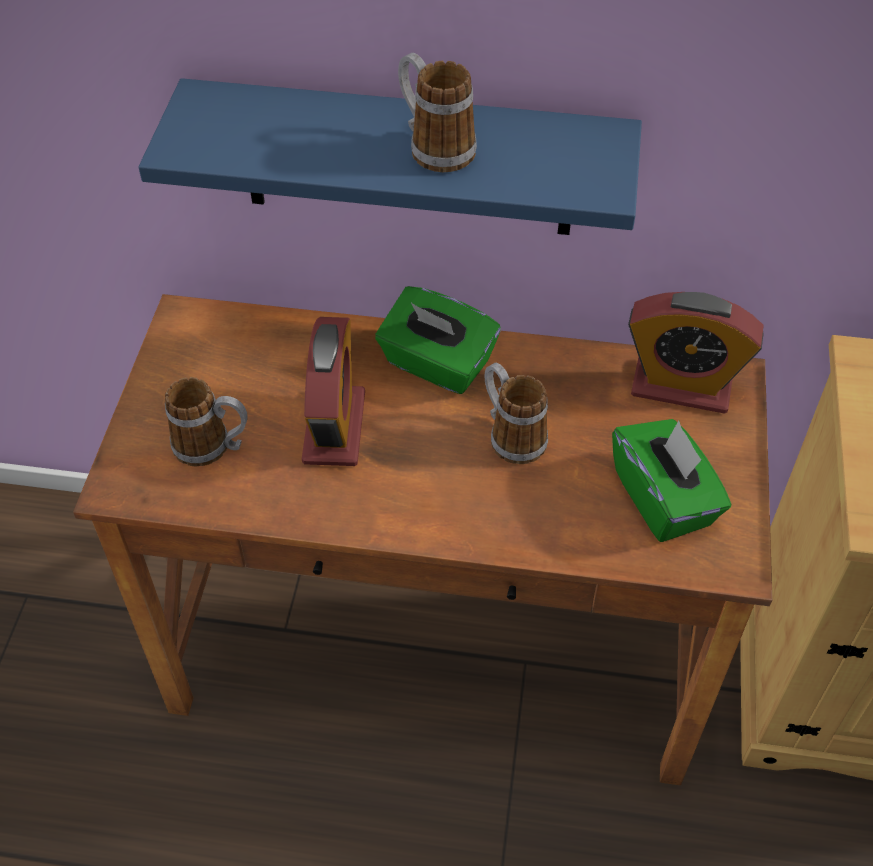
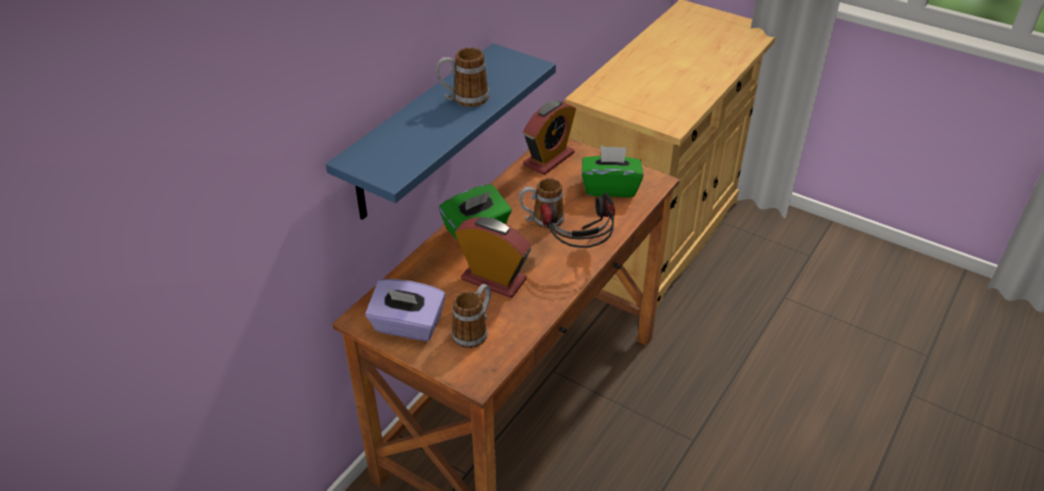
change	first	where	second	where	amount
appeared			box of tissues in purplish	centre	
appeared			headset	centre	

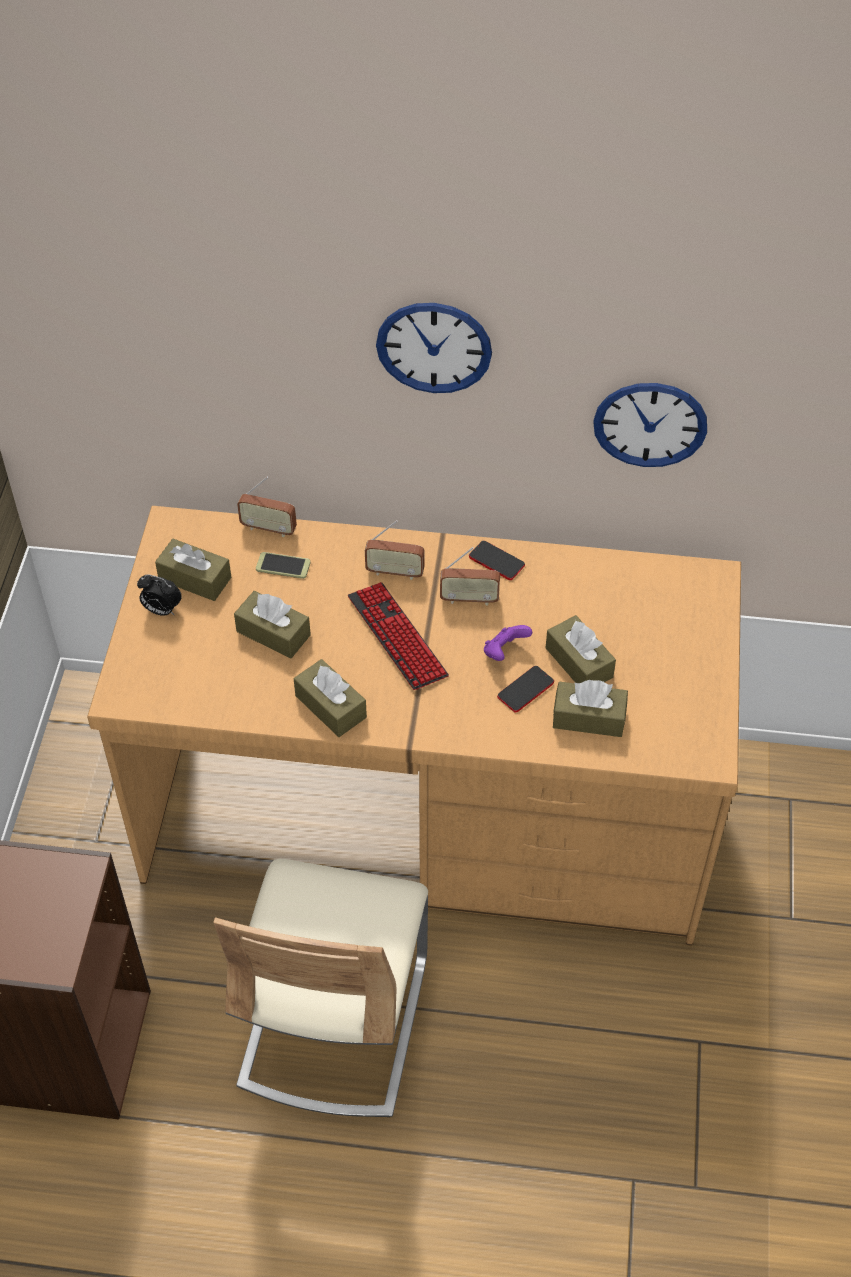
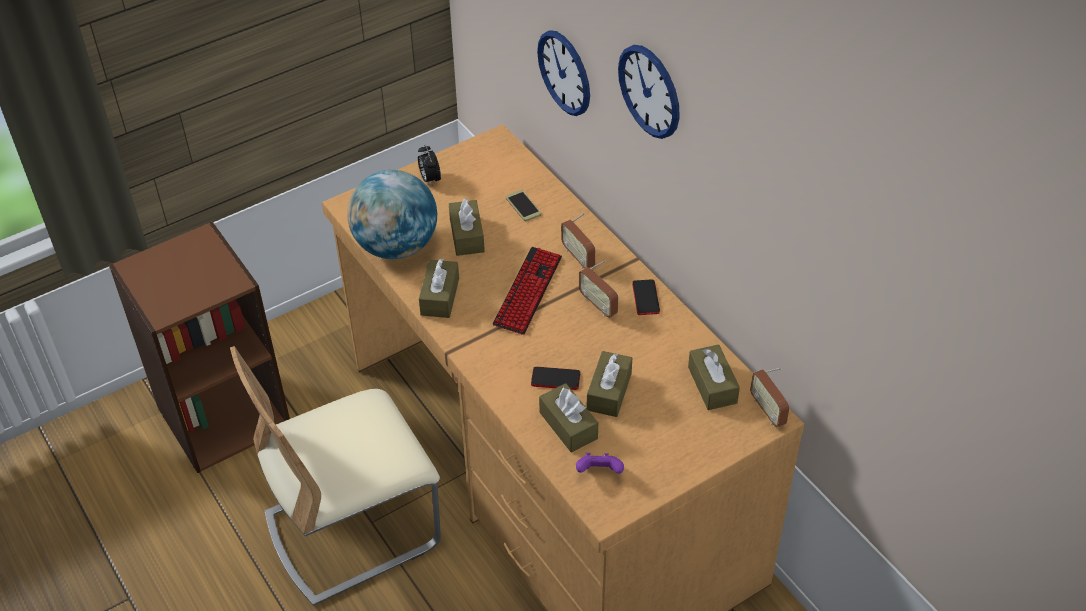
change	first	where	second	where	amount
relocated	box of tissues in brown-coloured (no. 1 from left in the first image)	middle left	box of tissues in brown-coloured (no. 5 from left)	centre	
relocated	radio set (no. 1 from left in the first image)	middle left	radio set (no. 3 from left)	middle right	
relocated	game controller in purplish	centre		bottom centre	
relocated	hanging clock (no. 2 from left in the first image)	top right	hanging clock (no. 1 from left)	top centre	
appeared			globe	centre	

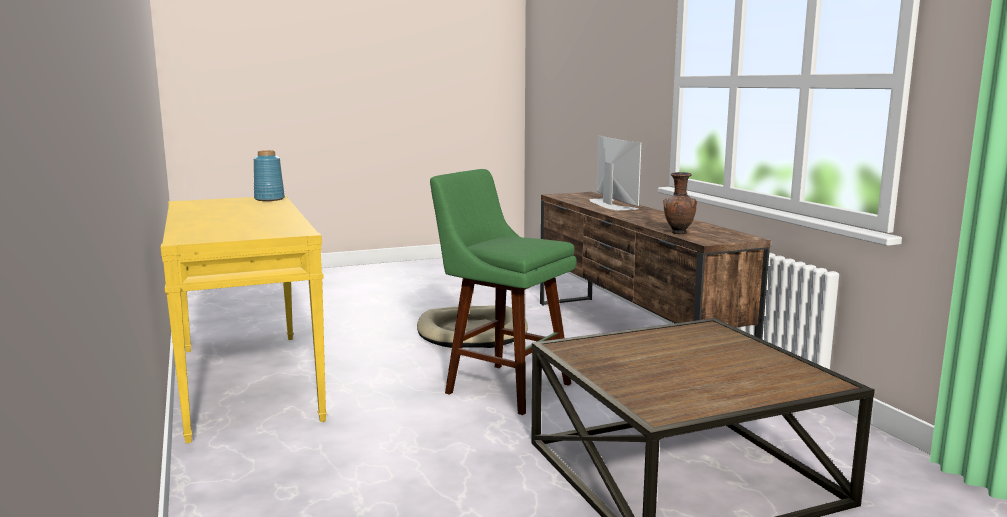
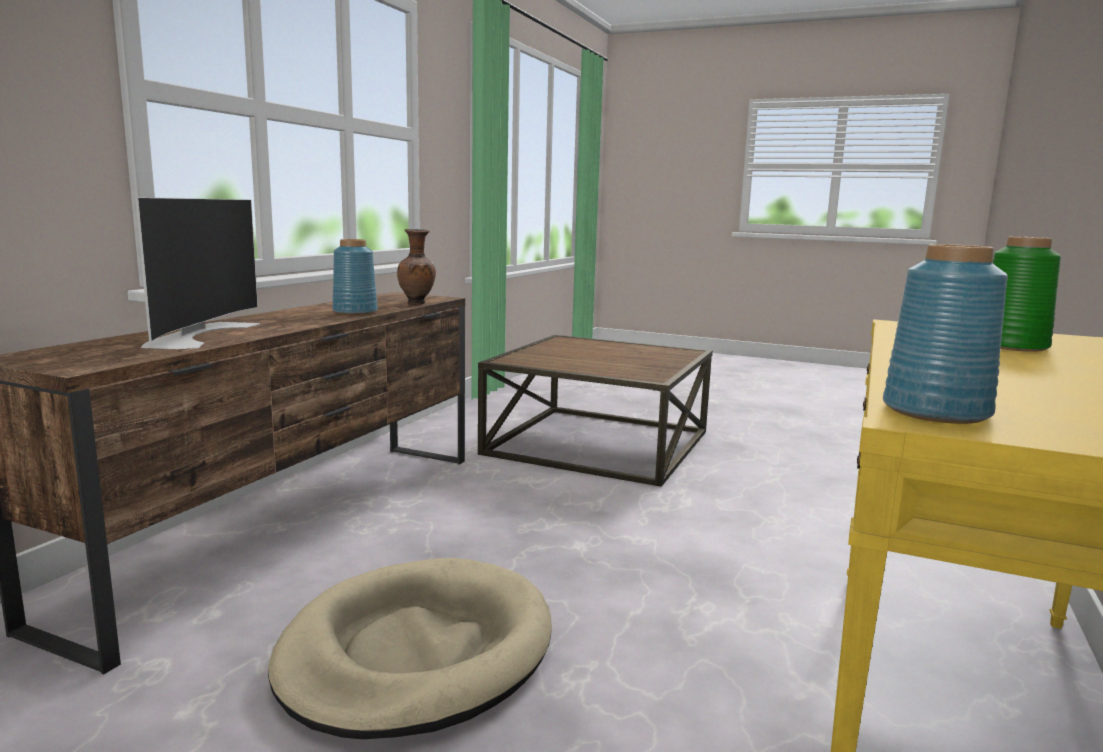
change	first	where	second	where	amount
missing	stool seat in green	centre			
spun	TV set	top centre		middle left	150 degrees clockwise
appeared			vase in blue-coloured (no. 1 from left)	middle left	
appeared			vase in green	middle right	

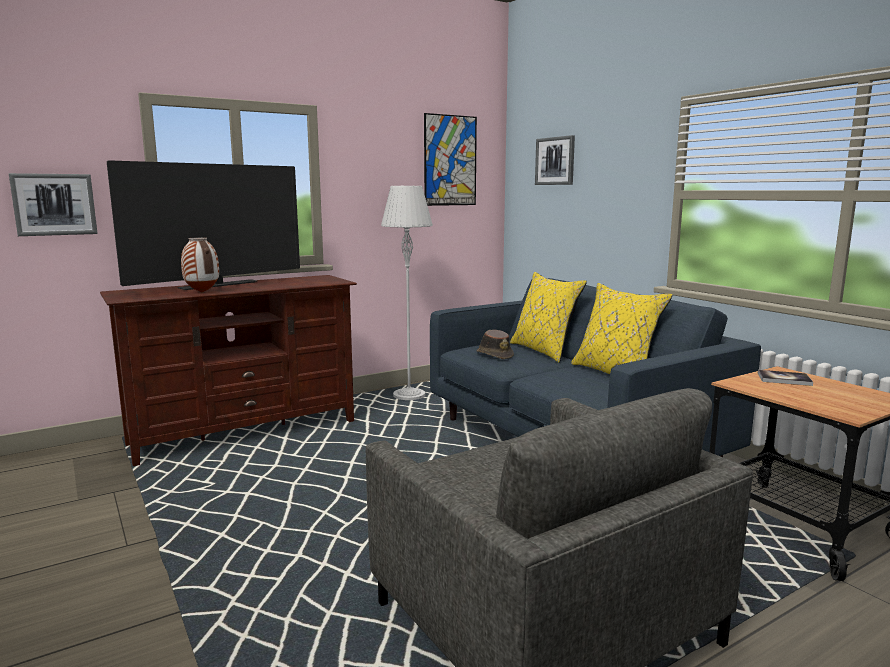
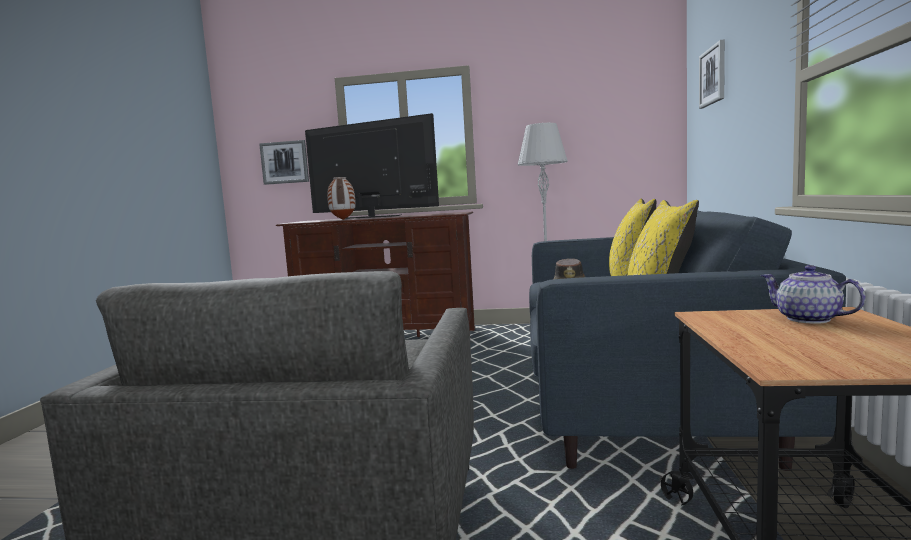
change	first	where	second	where	amount
spun	TV set	middle left		top centre	150 degrees counterclockwise
missing	wall picture (no. 2 from left)	top centre			
exchanged	book	middle right	teapot	middle right	

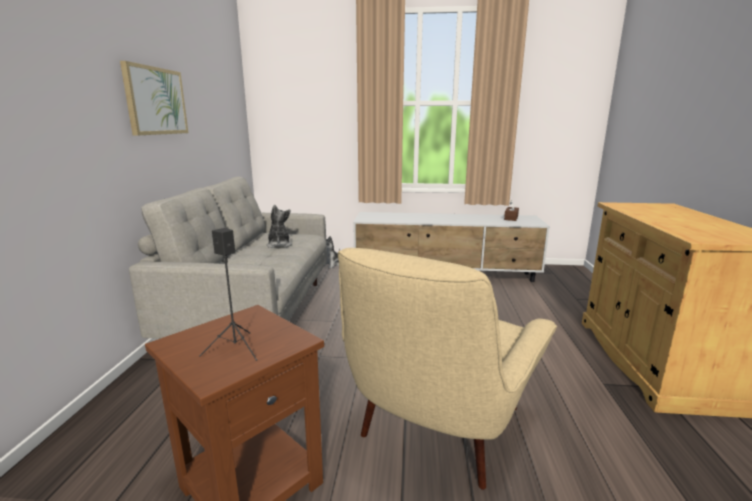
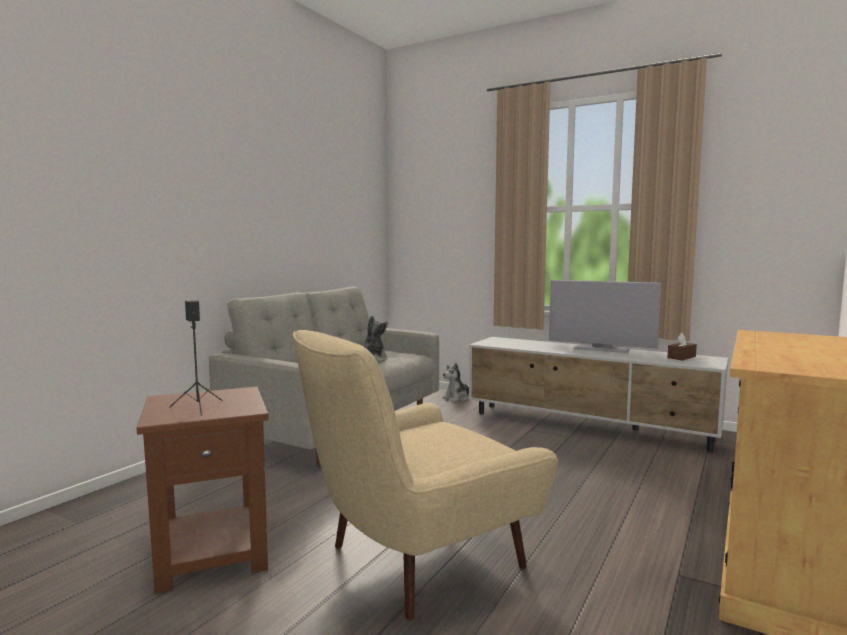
change	first	where	second	where	amount
missing	wall picture	top left			
appeared			TV set	middle right	

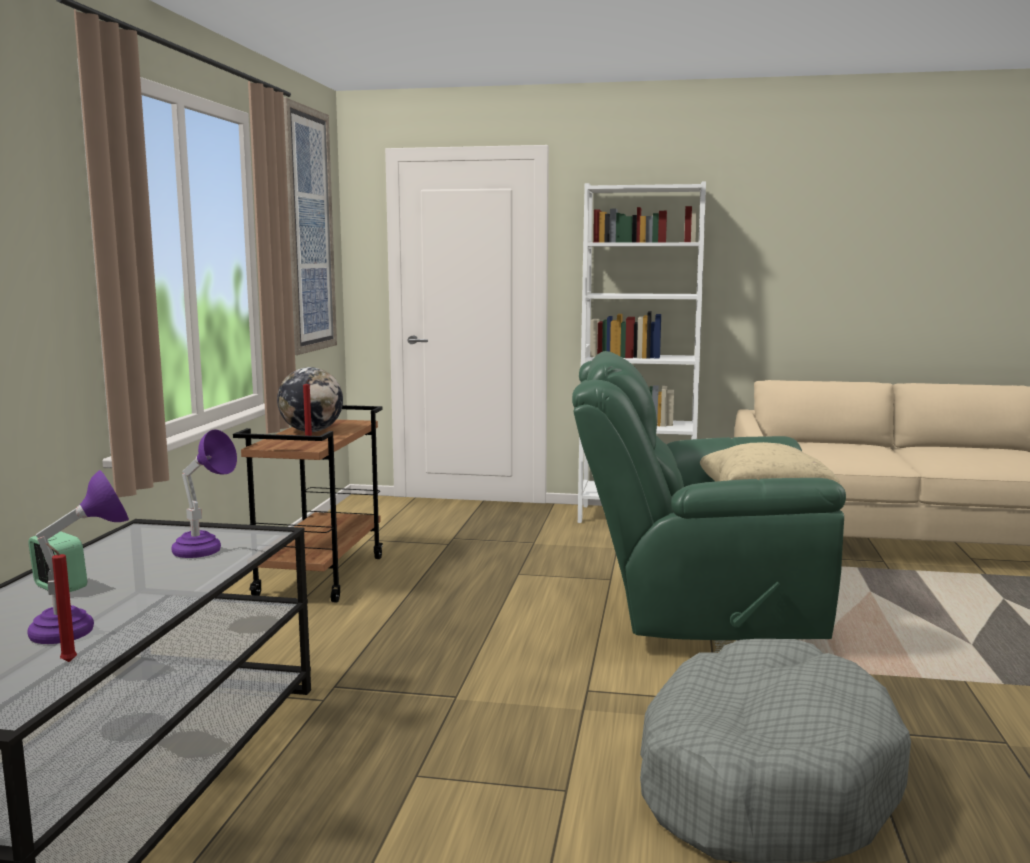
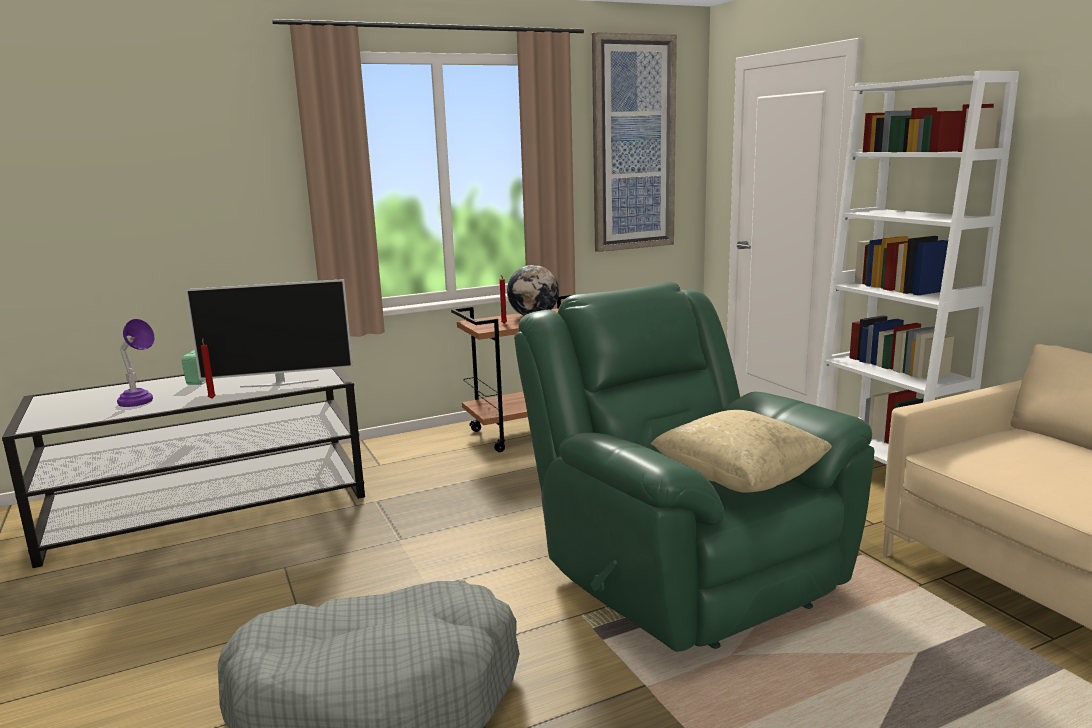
change	first	where	second	where	amount
relocated	wax light in reddish (no. 1 from left)	bottom left		middle left	
exchanged	lamp for a table in purplish (no. 2 from left)	middle left	TV set	middle left	

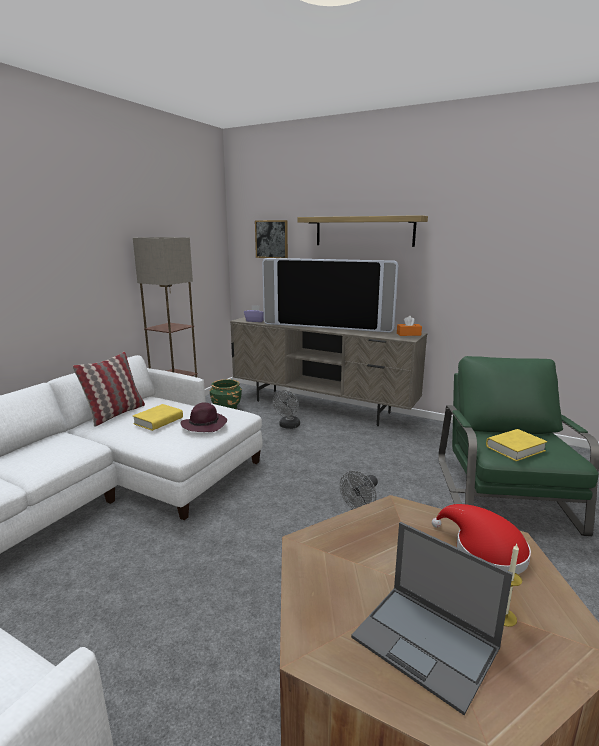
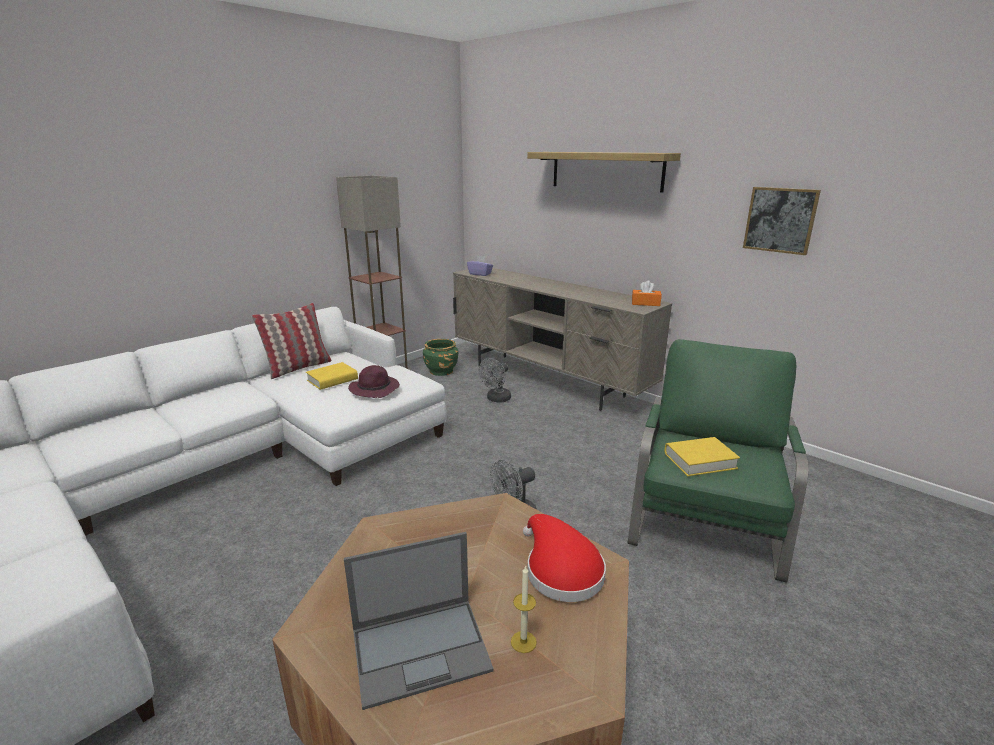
change	first	where	second	where	amount
relocated	wall picture	top centre		top right	
missing	TV set	centre			
spun	notebook computer	bottom right		bottom centre	75 degrees counterclockwise

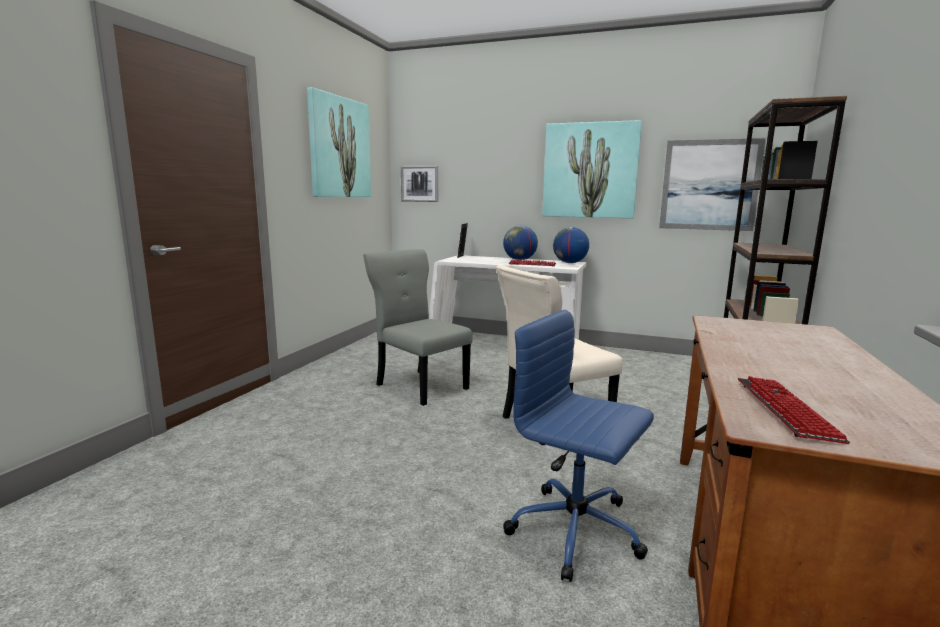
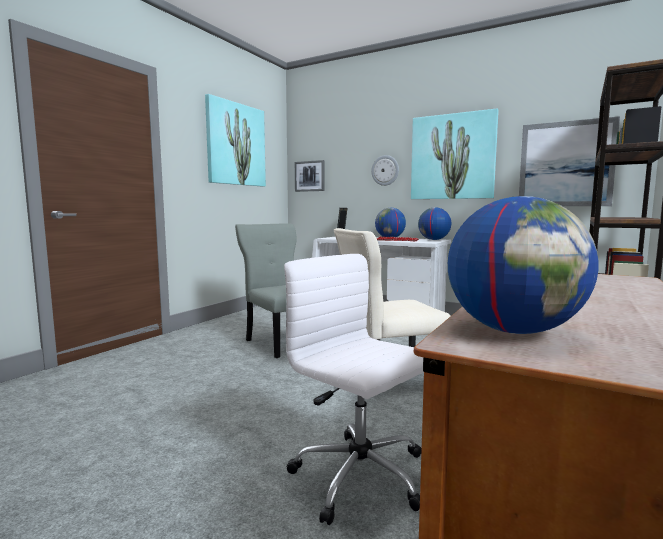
change	first	where	second	where	amount
colour	office chair in blue-coloured	bottom centre	office chair in whitish	bottom centre	
exchanged	PC keyboard (no. 2 from left)	middle right	globe (no. 3 from left)	middle right	
appeared			hanging clock	top centre	

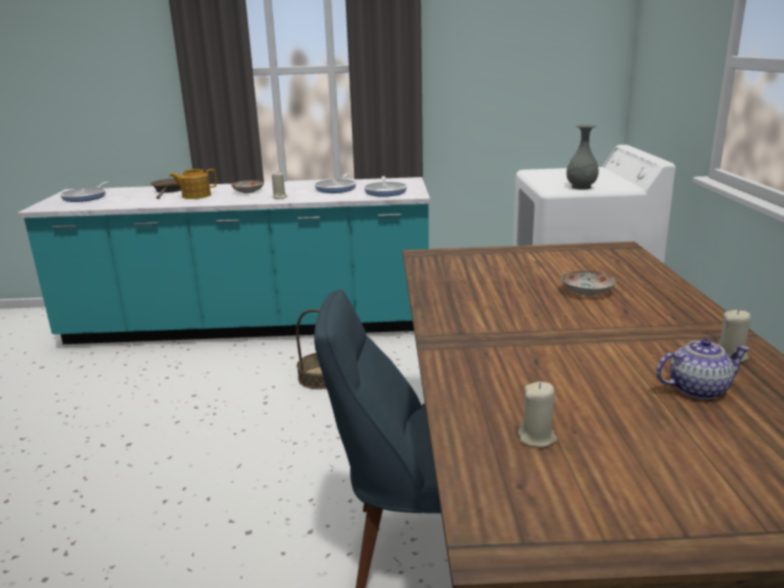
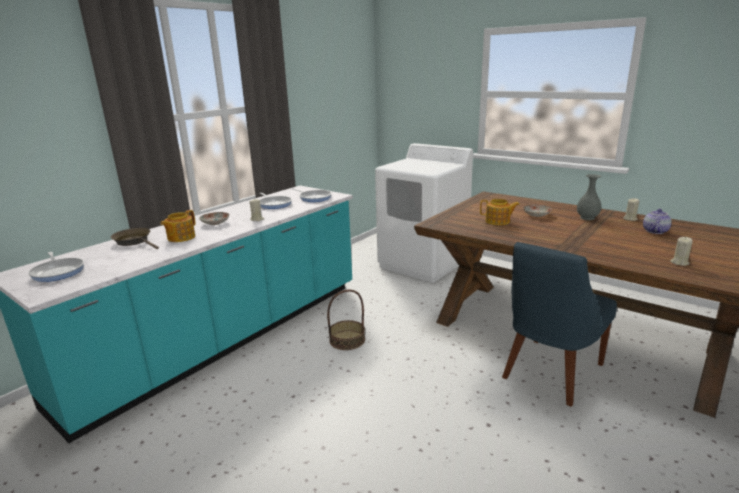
change	first	where	second	where	amount
relocated	vase in gray	top right		middle right	
appeared			teapot (no. 2 from left)	middle right	

